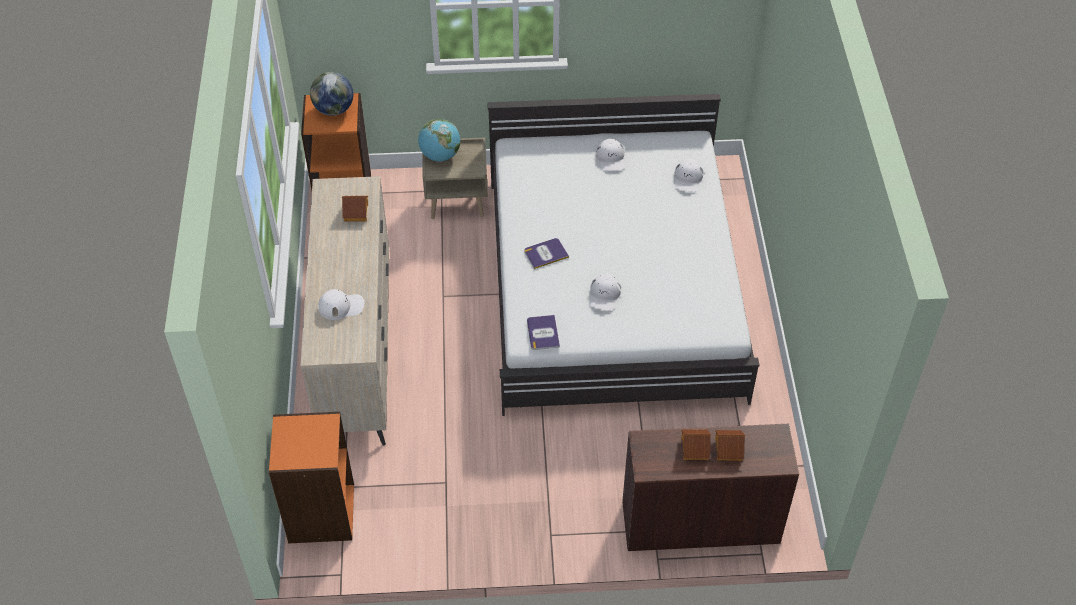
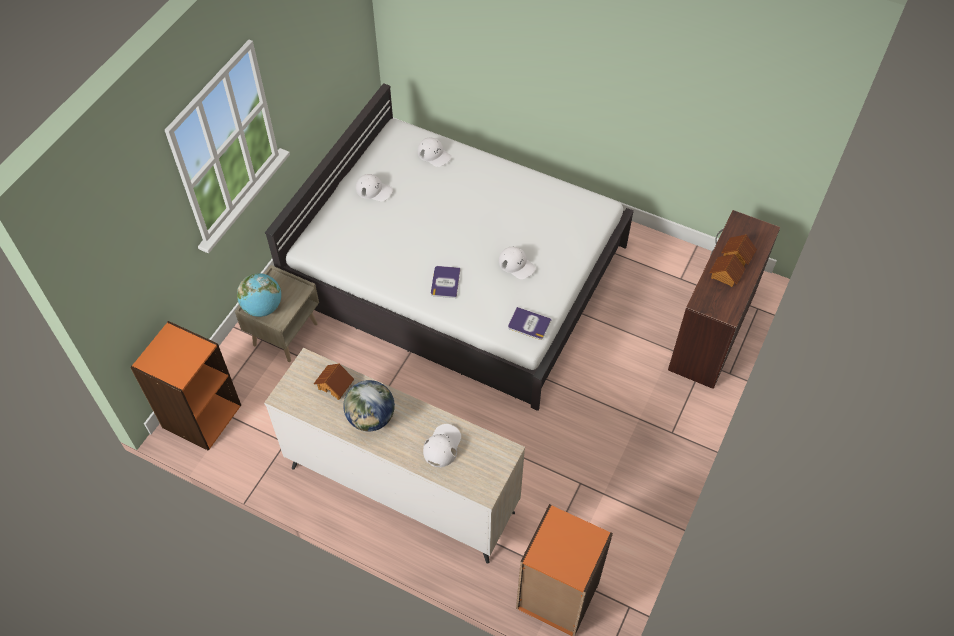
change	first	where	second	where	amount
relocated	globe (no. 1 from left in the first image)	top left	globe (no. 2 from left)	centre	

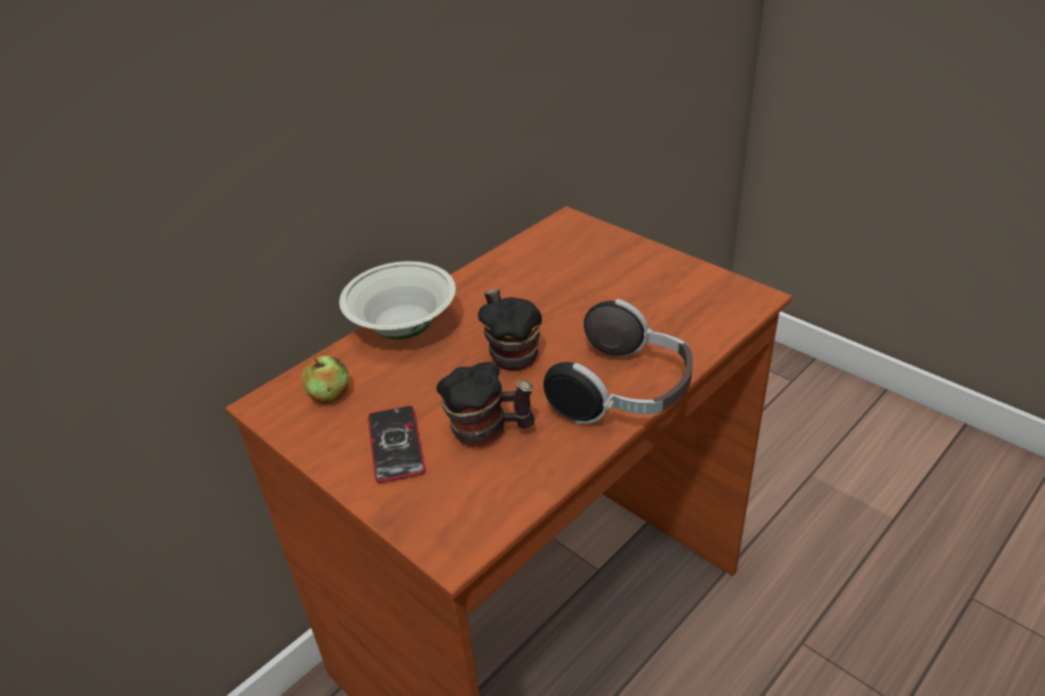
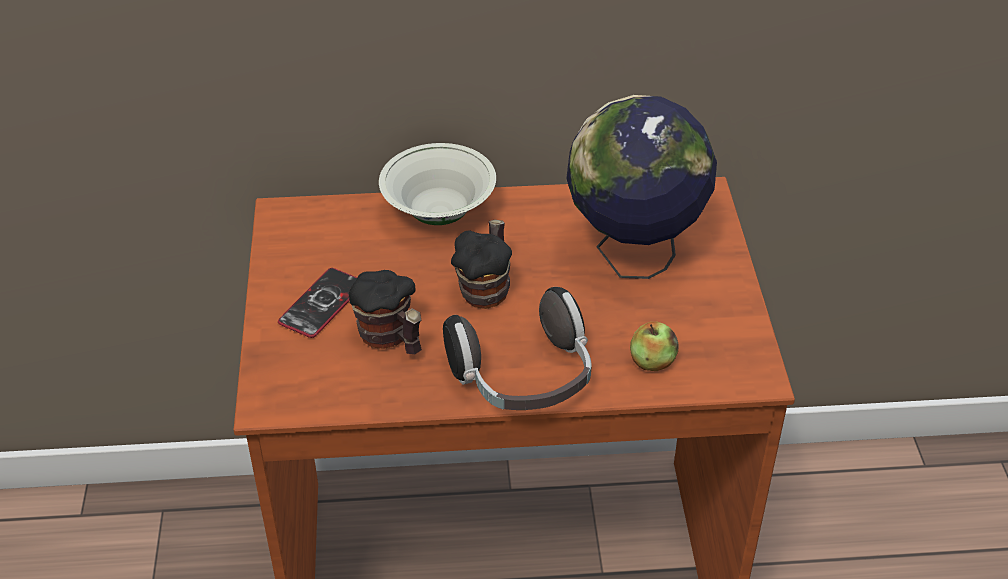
change	first	where	second	where	amount
relocated	apple	middle left		centre	
appeared			globe	top centre	

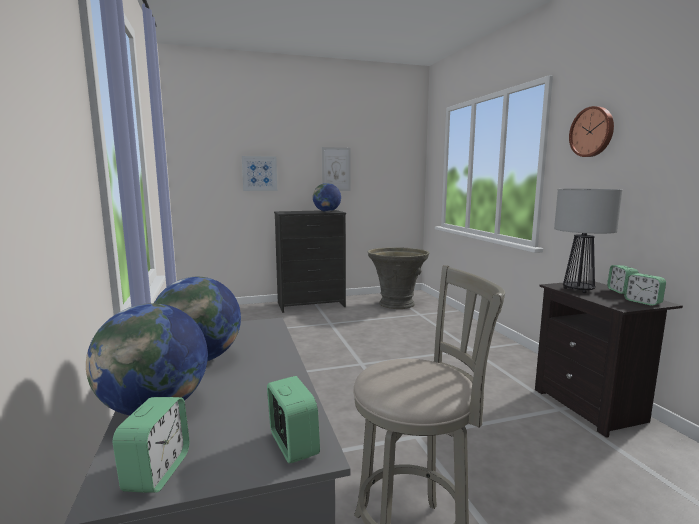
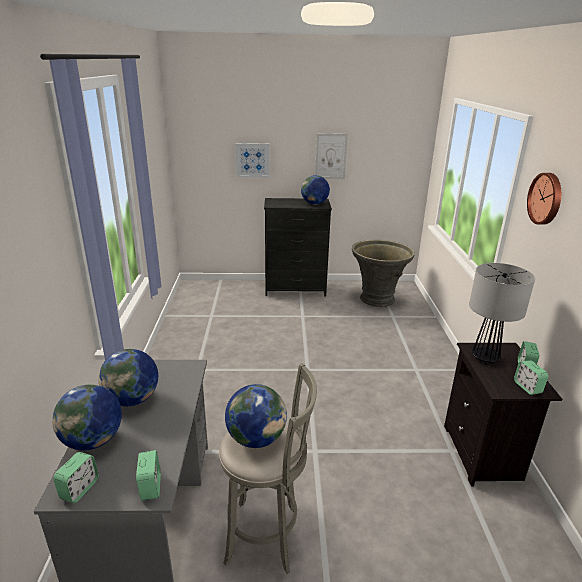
change	first	where	second	where	amount
appeared			globe (no. 3 from left)	bottom centre	

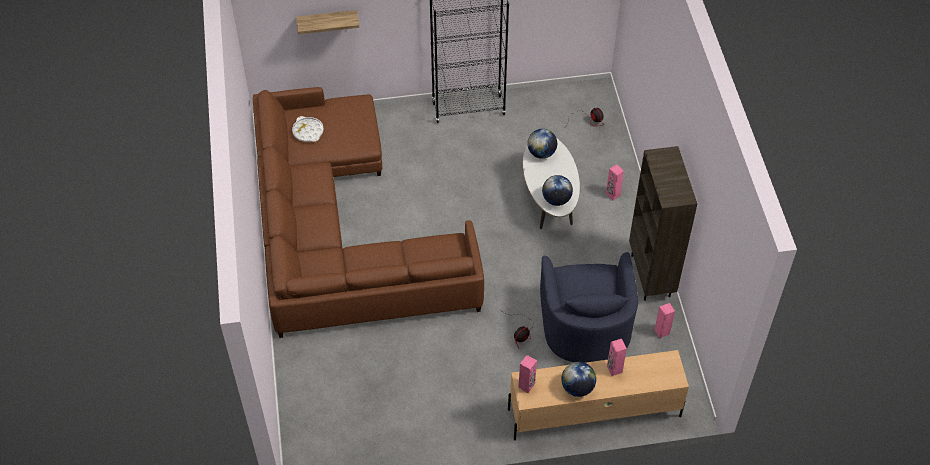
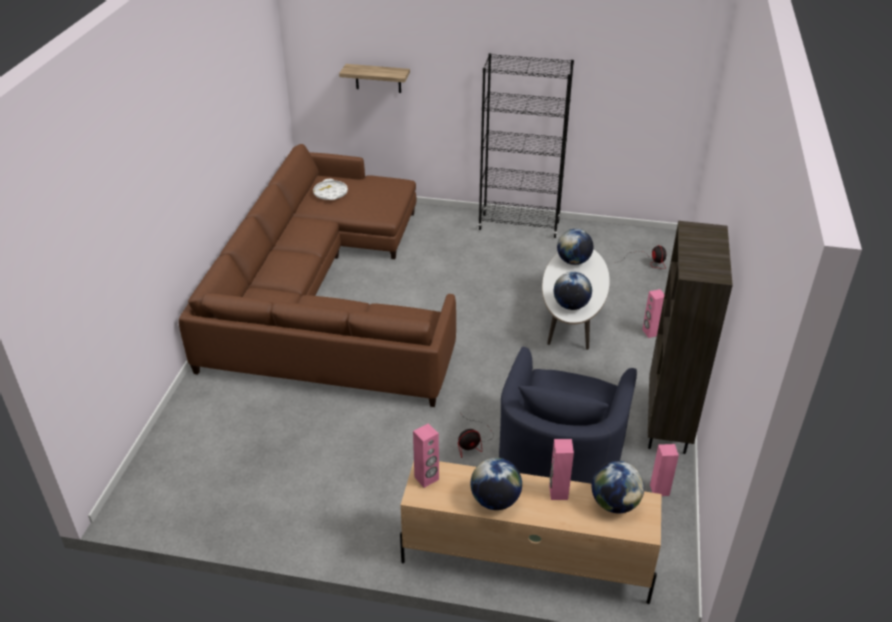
change	first	where	second	where	amount
appeared			globe (no. 4 from left)	bottom right	

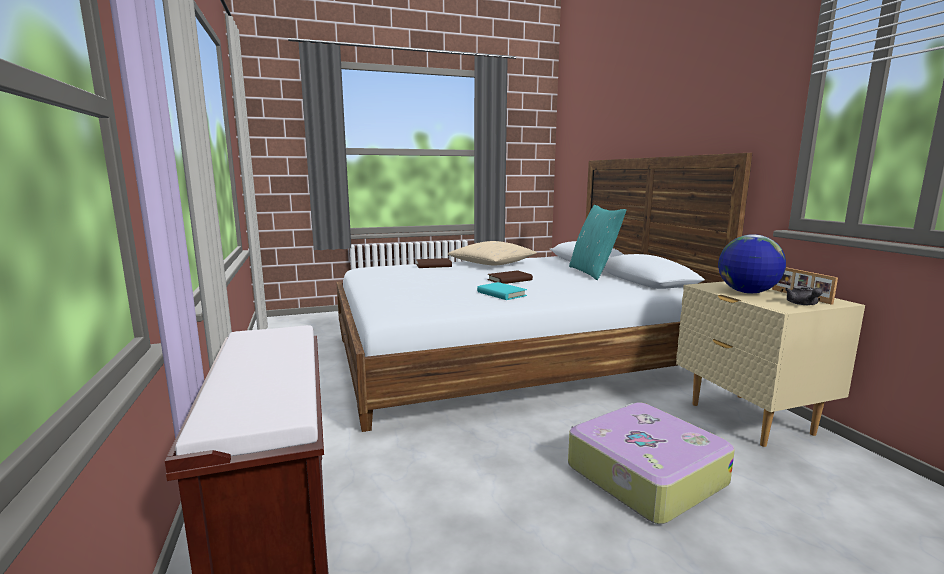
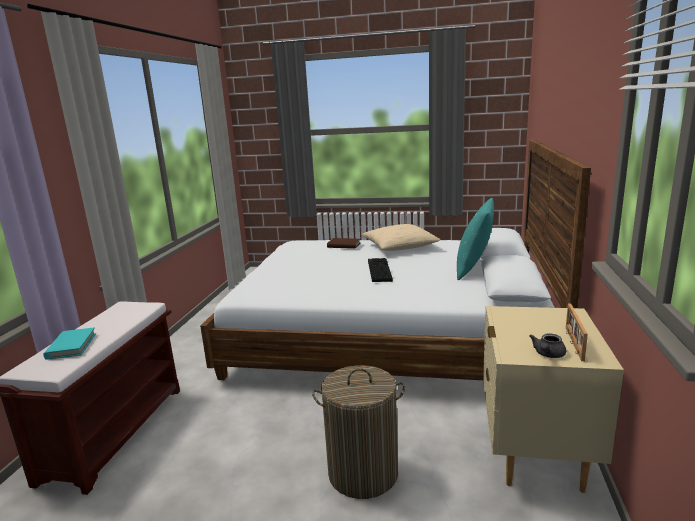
change	first	where	second	where	amount
relocated	book in turquoise	centre		middle left	
exchanged	book in brown-coloured (no. 2 from left)	centre	PC keyboard	centre	
exchanged	travel case	bottom right	laundry basket	bottom centre	
missing	globe	middle right			

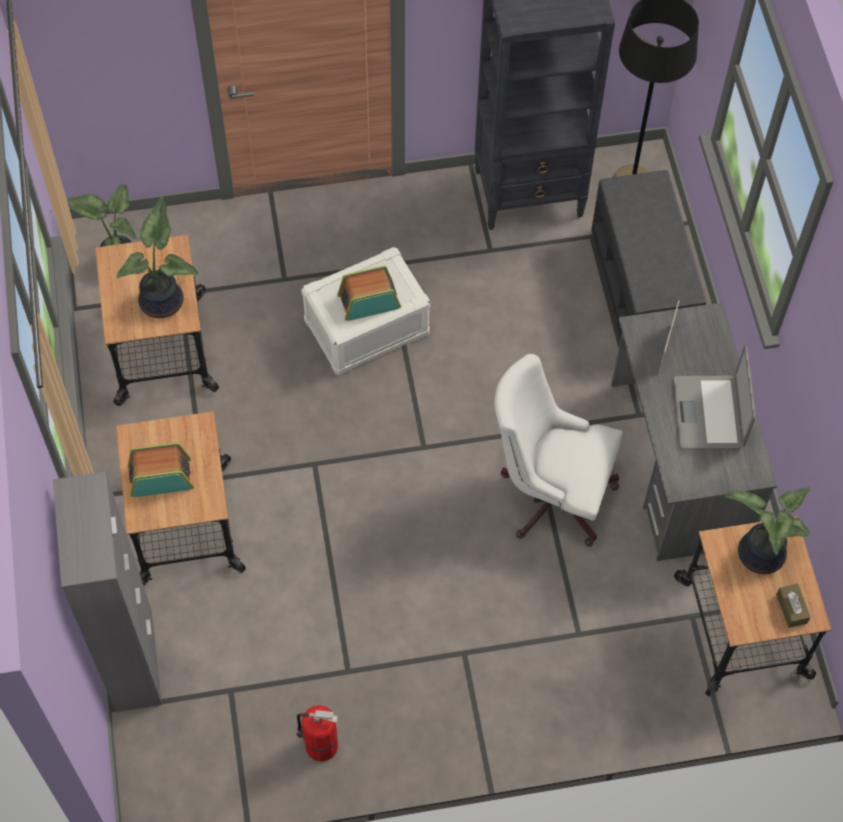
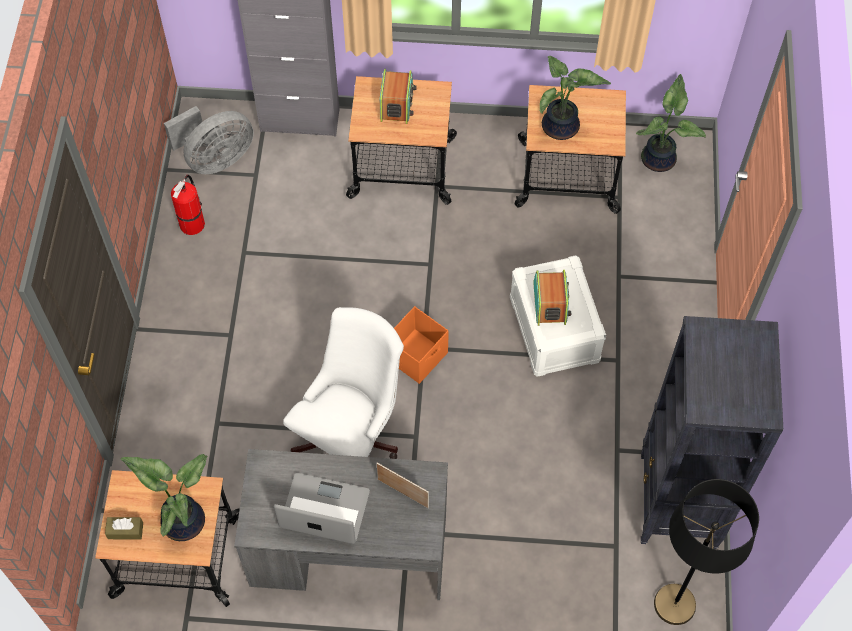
change	first	where	second	where	amount
missing	long seat in gray	top right			
appeared			electric fan in gray	top left	
appeared			storage container in orange-coloured	centre	

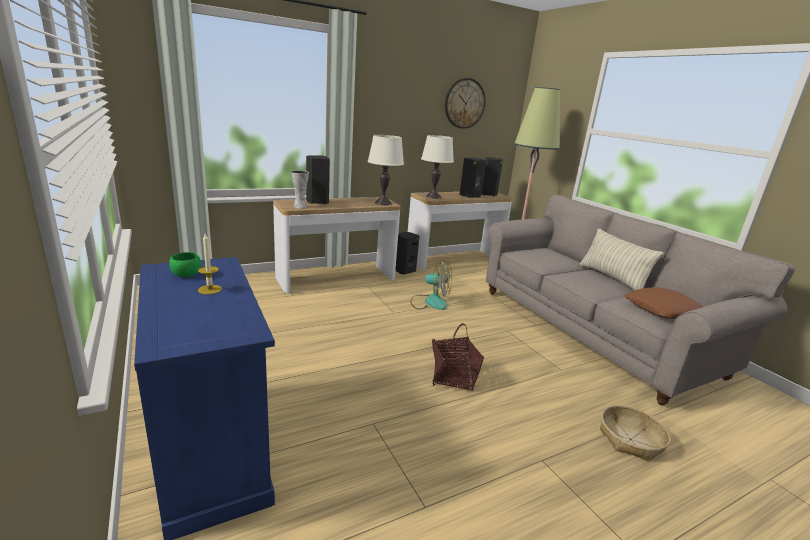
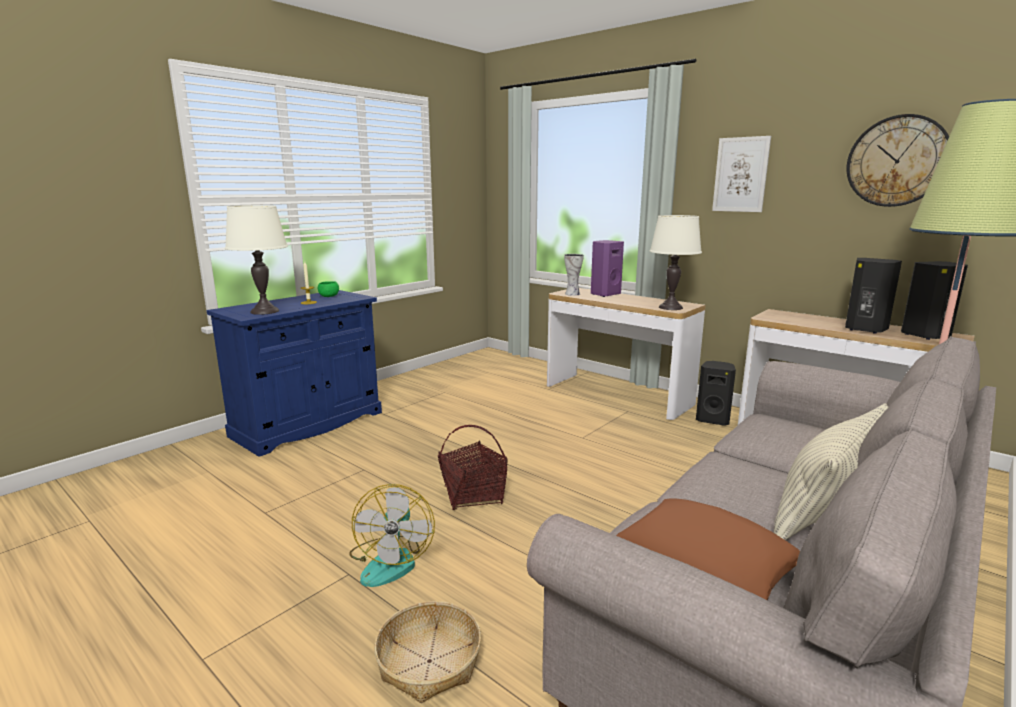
change	first	where	second	where	amount
colour	speaker in blackish (no. 1 from left)	top centre	speaker in purplish	centre	
relocated	electric fan	centre		bottom centre	
relocated	lamp for a table in whitish (no. 2 from left in the first image)	top centre	lamp for a table in whitish (no. 1 from left)	middle left	
appeared			wall picture	top right	

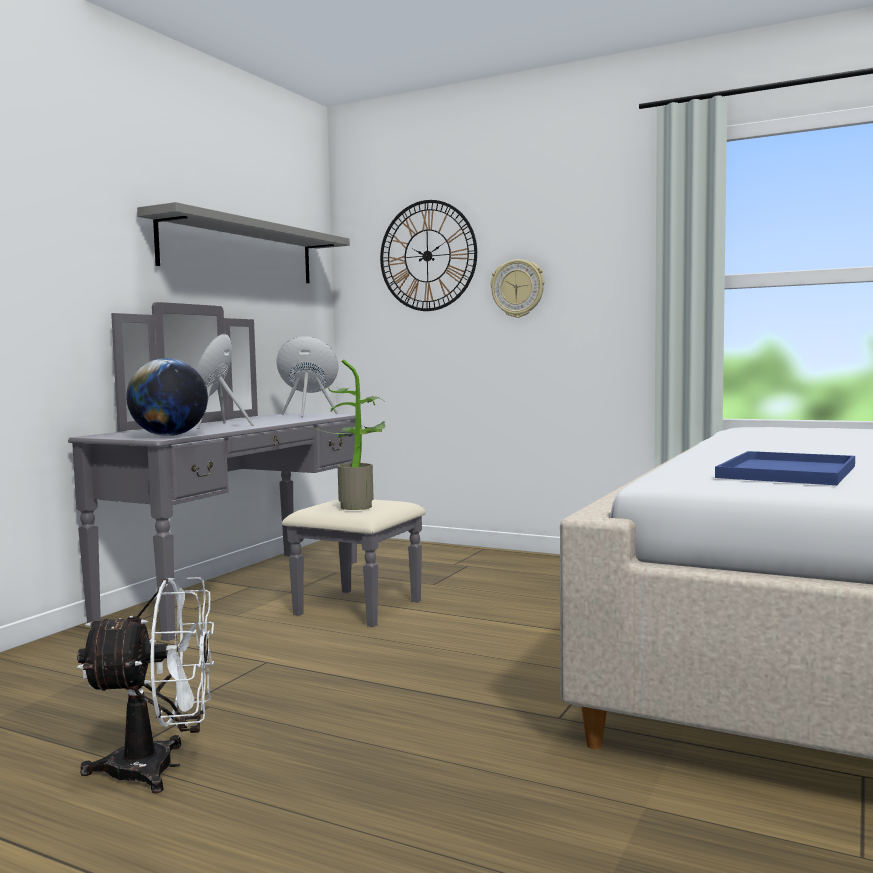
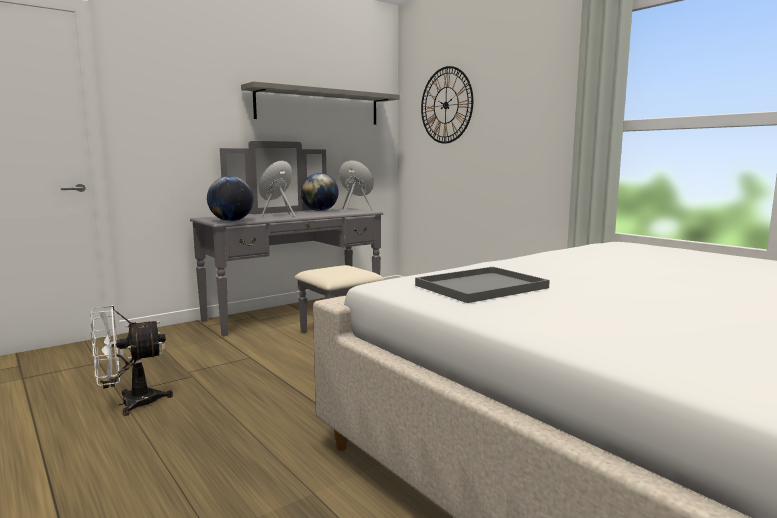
change	first	where	second	where	amount
spun	electric fan in whitish	bottom left		bottom left	135 degrees clockwise
missing	potted plant	centre			
missing	hanging clock (no. 2 from left)	top centre			
colour	carrying tray in blue-coloured	middle right	carrying tray in gray	centre	
appeared			globe (no. 2 from left)	centre	

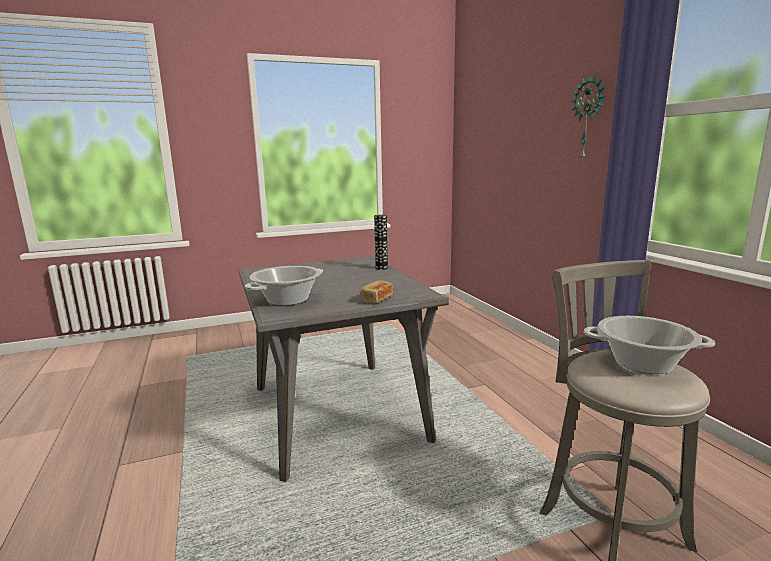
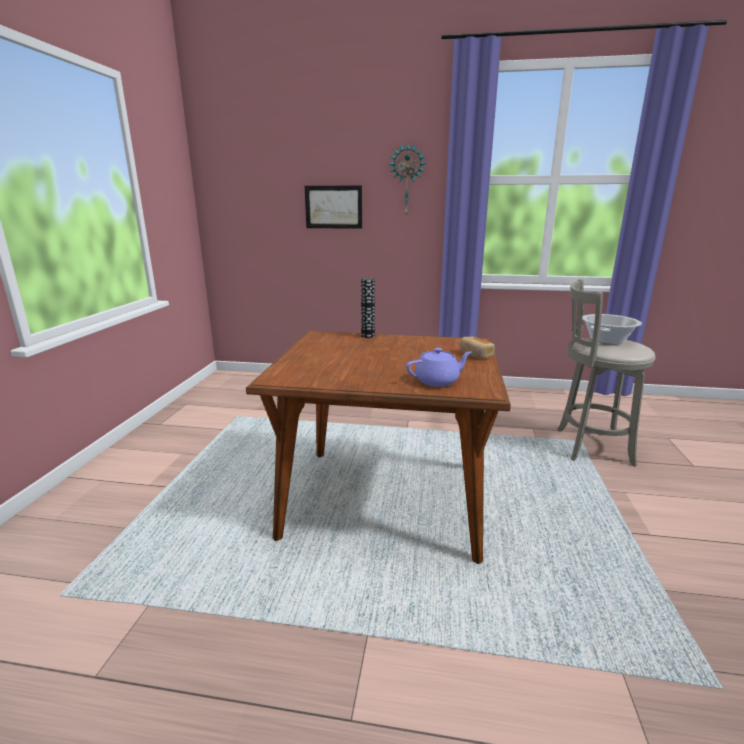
change	first	where	second	where	amount
colour	dinner table in gray	centre	dinner table in brown-coloured	centre	
exchanged	stockpot (no. 1 from left)	centre	teapot in purplish	centre	
appeared			wall picture	top centre	

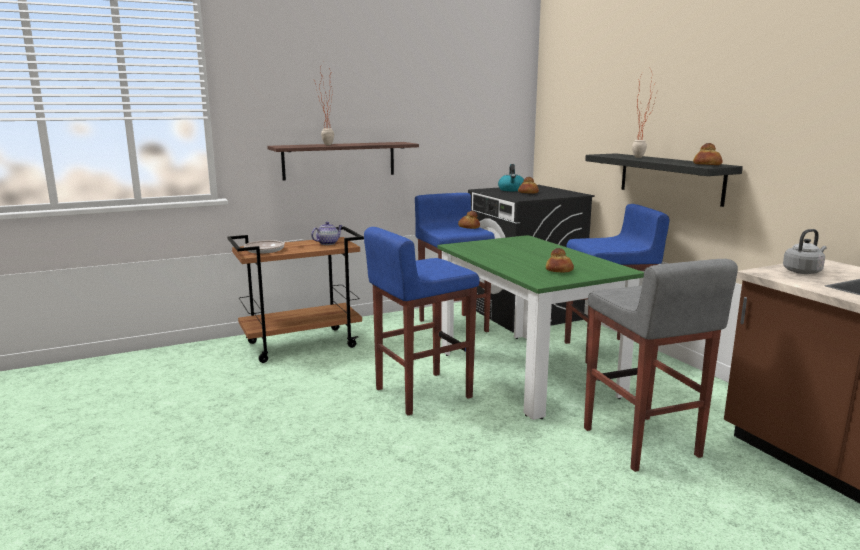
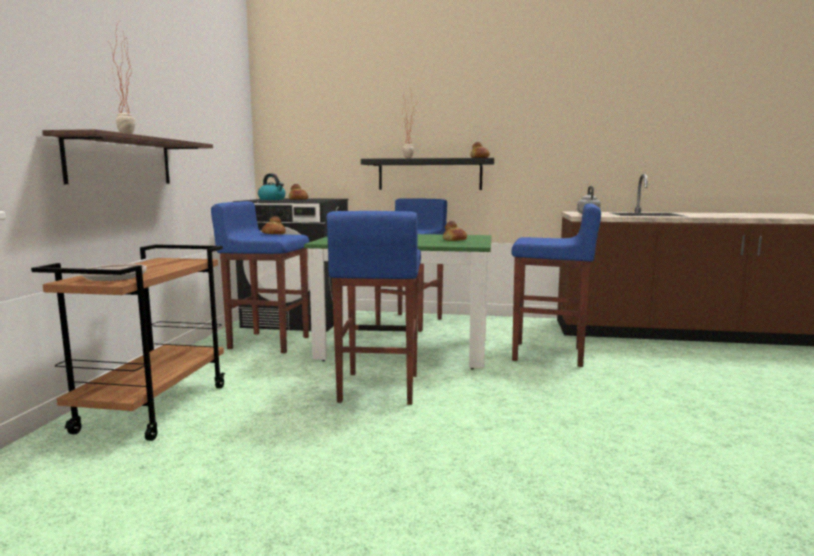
change	first	where	second	where	amount
missing	teapot	centre			
colour	stool seat in gray	middle right	stool seat in blue-coloured (no. 4 from left)	middle right	

